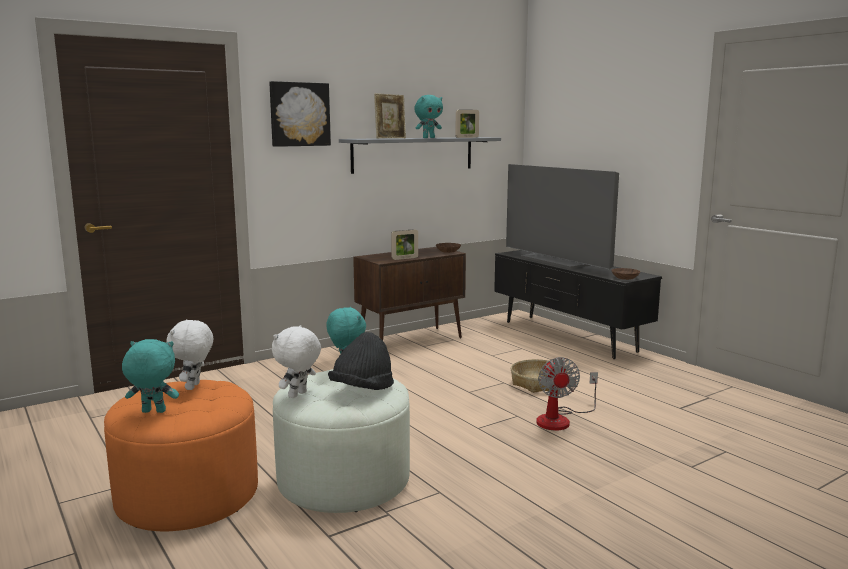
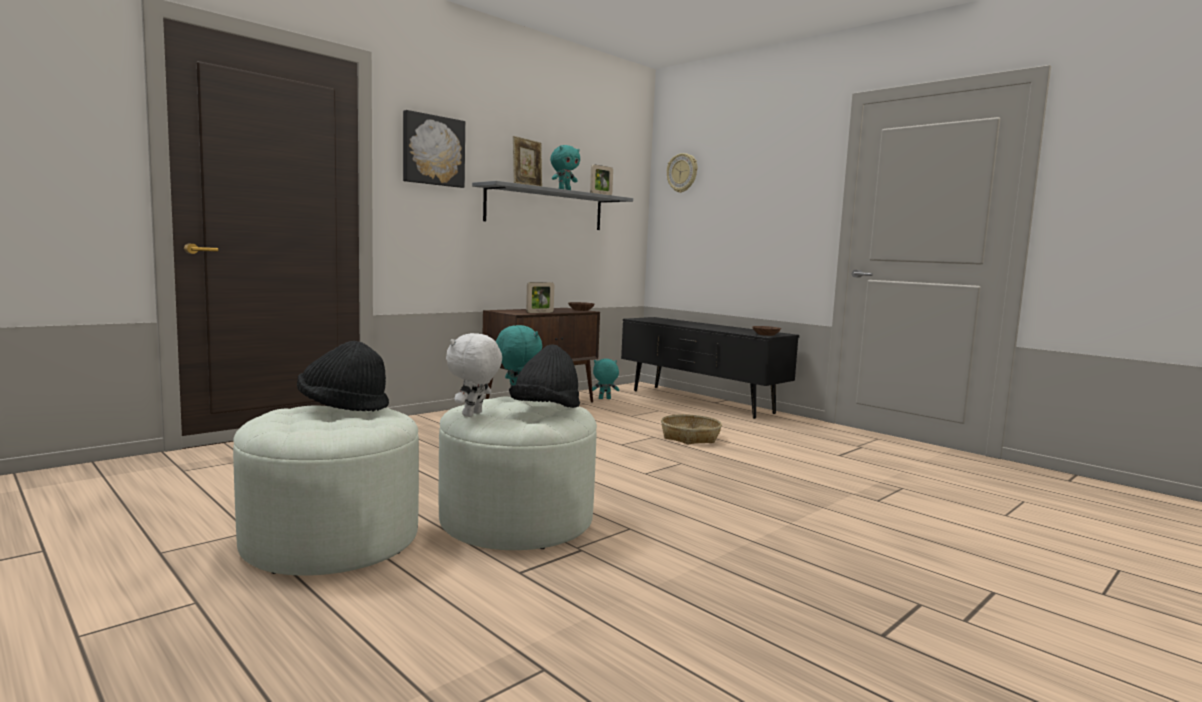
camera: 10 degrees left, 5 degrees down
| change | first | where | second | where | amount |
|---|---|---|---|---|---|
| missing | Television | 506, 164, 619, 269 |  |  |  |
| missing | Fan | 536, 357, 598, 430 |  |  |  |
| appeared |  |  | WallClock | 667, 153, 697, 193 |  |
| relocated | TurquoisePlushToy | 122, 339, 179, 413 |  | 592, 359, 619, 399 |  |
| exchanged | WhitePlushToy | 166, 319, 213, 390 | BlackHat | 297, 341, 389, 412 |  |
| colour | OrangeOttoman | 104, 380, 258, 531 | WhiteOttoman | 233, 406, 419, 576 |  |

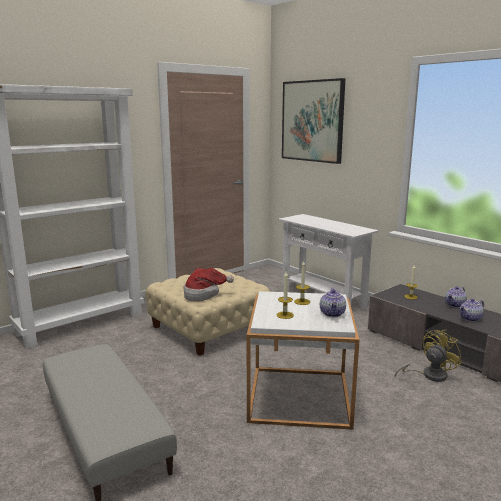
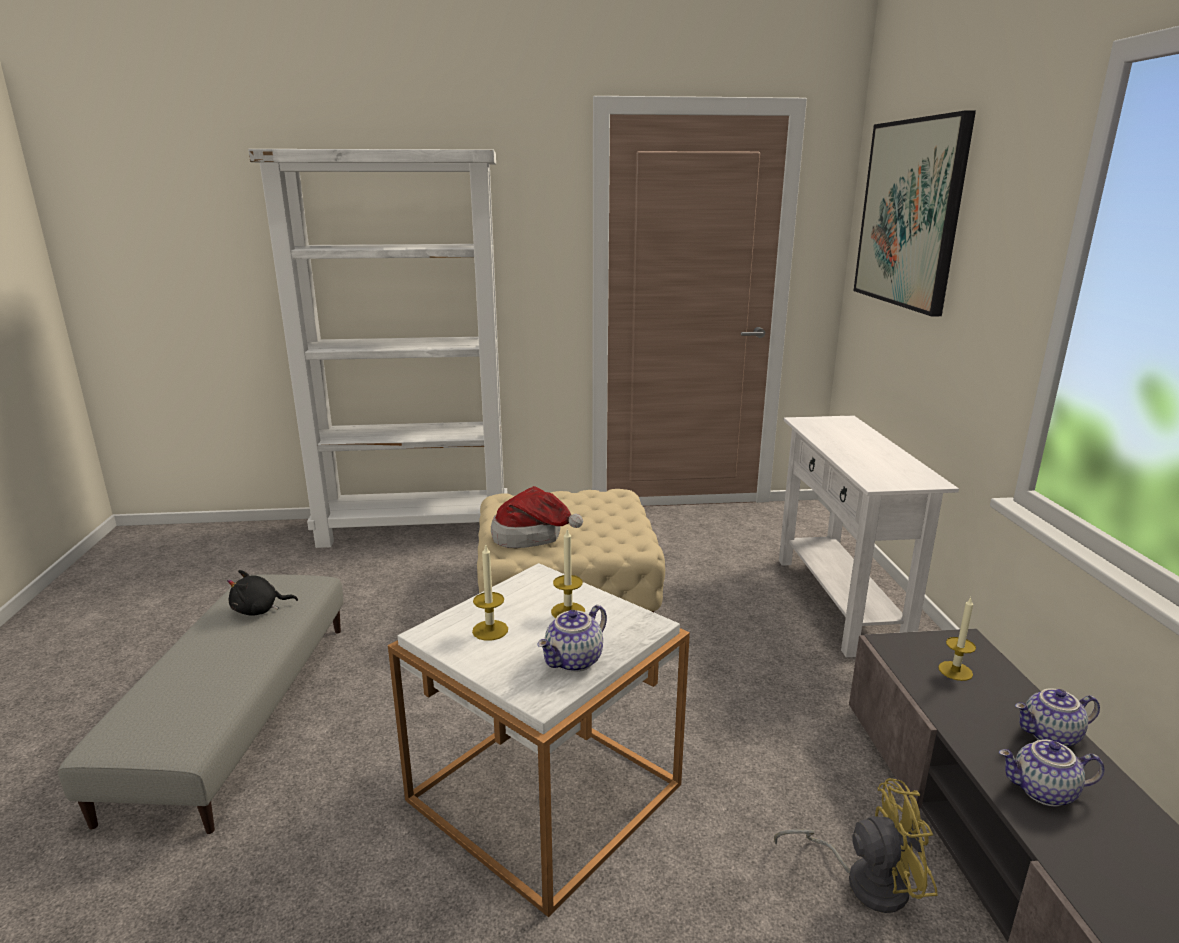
camera: 35 degrees right, 5 degrees up
| change | first | where | second | where | amount |
|---|---|---|---|---|---|
| appeared |  |  | BlackPlushToy | 227, 570, 298, 616 |  |

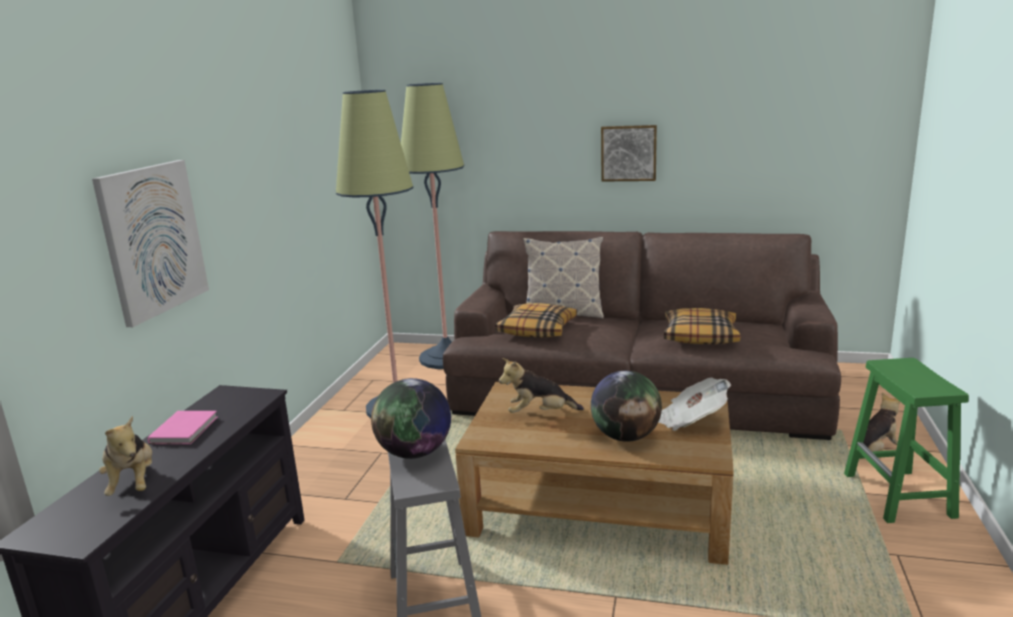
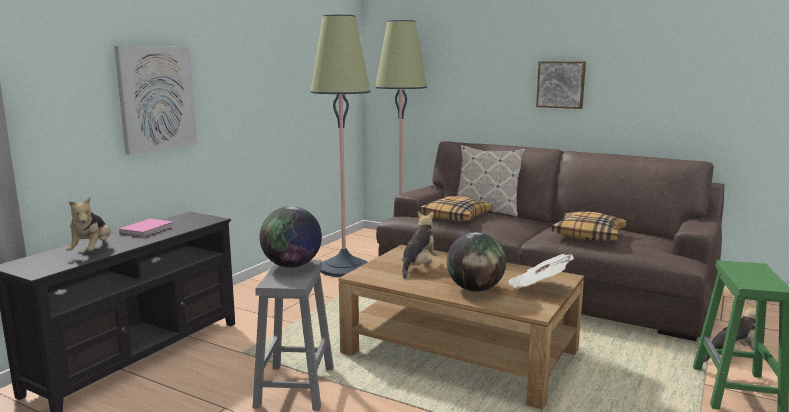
camera: 15 degrees right, 5 degrees down
| change | first | where | second | where | amount |
|---|---|---|---|---|---|
| spun | PlushToy | 499, 358, 584, 413 |  | 401, 211, 439, 279 | 105 degrees clockwise |

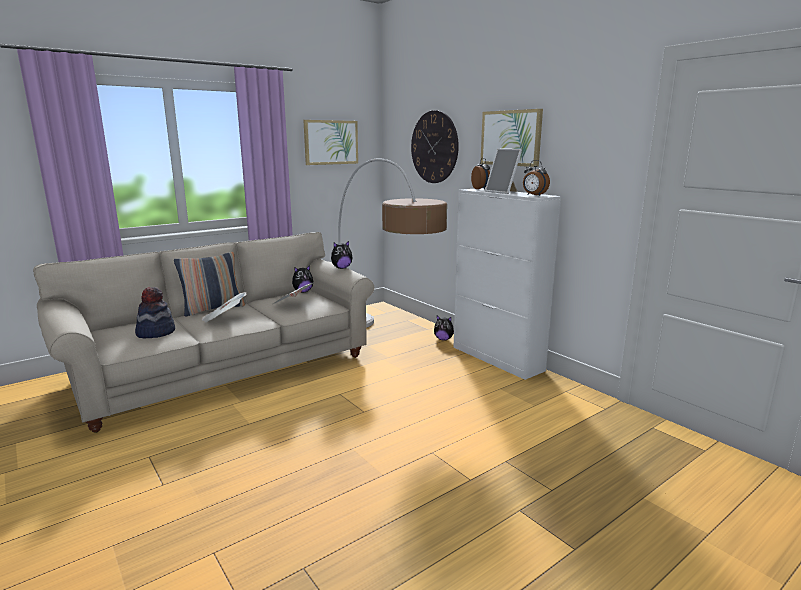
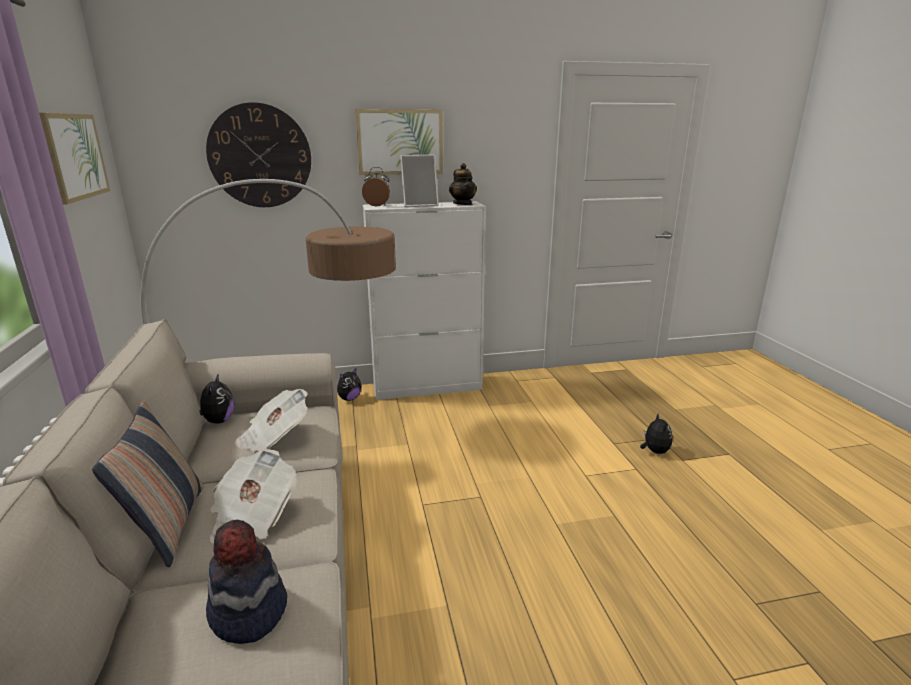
camera: 65 degrees left, 5 degrees up
| change | first | where | second | where | amount |
|---|---|---|---|---|---|
| relocated | PlushToy | 331, 241, 352, 269 |  | 640, 413, 672, 454 |  |
| exchanged | AlarmClock | 523, 160, 550, 196 | Teapot | 449, 163, 477, 205 |  |

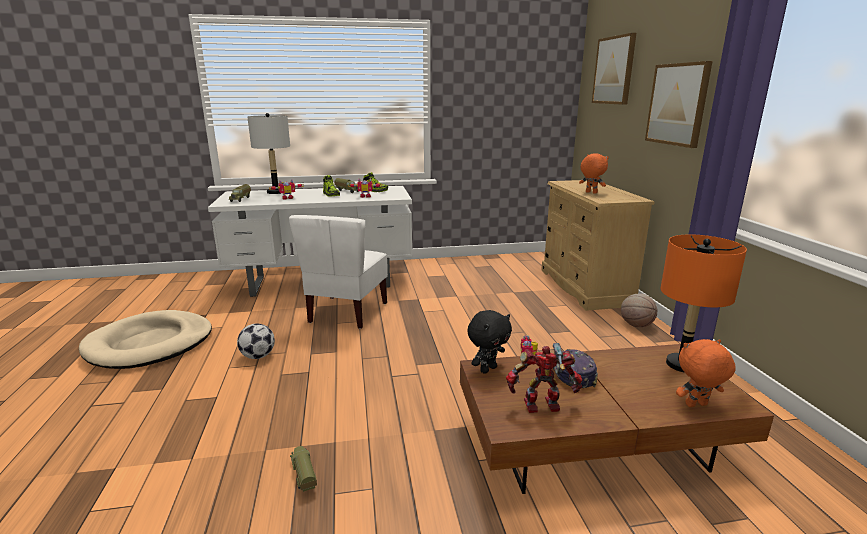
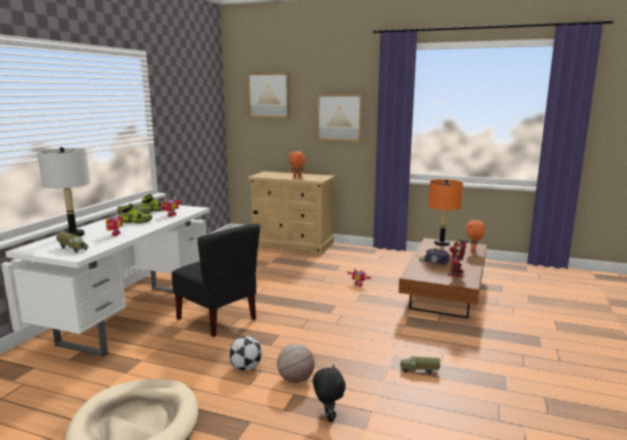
camera: 60 degrees left, 5 degrees down
| change | first | where | second | where | amount |
|---|---|---|---|---|---|
| relocated | BlackPlushToy | 467, 310, 512, 374 |  | 313, 364, 346, 422 |  |
| relocated | Basketball | 621, 293, 658, 327 |  | 277, 344, 314, 383 |  |
| colour | WhiteChair | 289, 215, 388, 329 | BlackChair | 172, 223, 260, 337 |  |

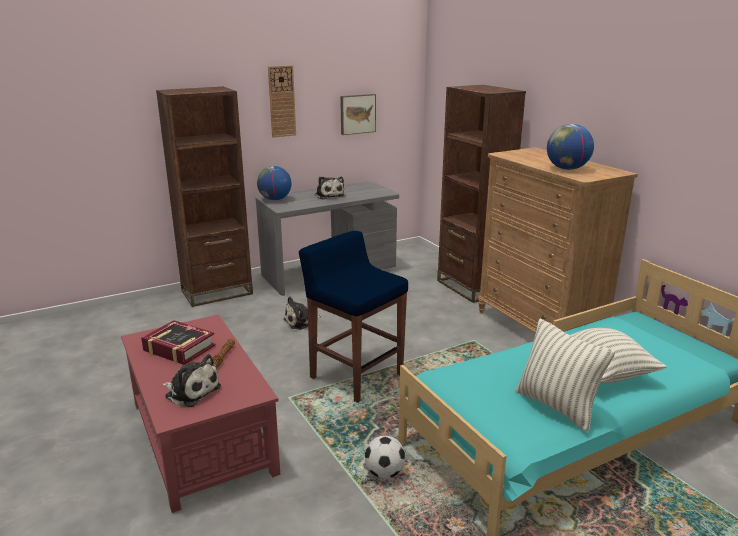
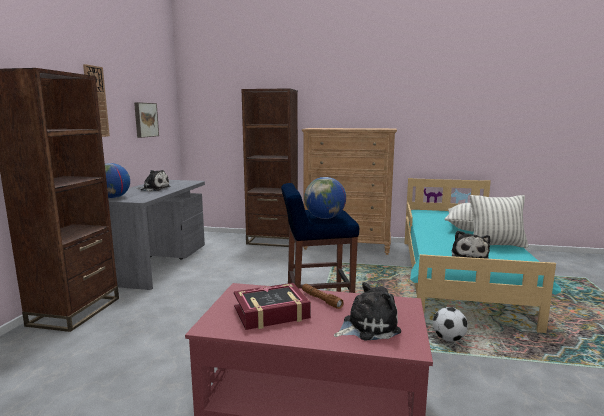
camera: 50 degrees left, 10 degrees down
| change | first | where | second | where | amount |
|---|---|---|---|---|---|
| relocated | PlushToy | 283, 296, 321, 330 |  | 452, 231, 491, 259 |  |
| relocated | Globe | 547, 124, 594, 170 |  | 304, 177, 346, 219 |  |

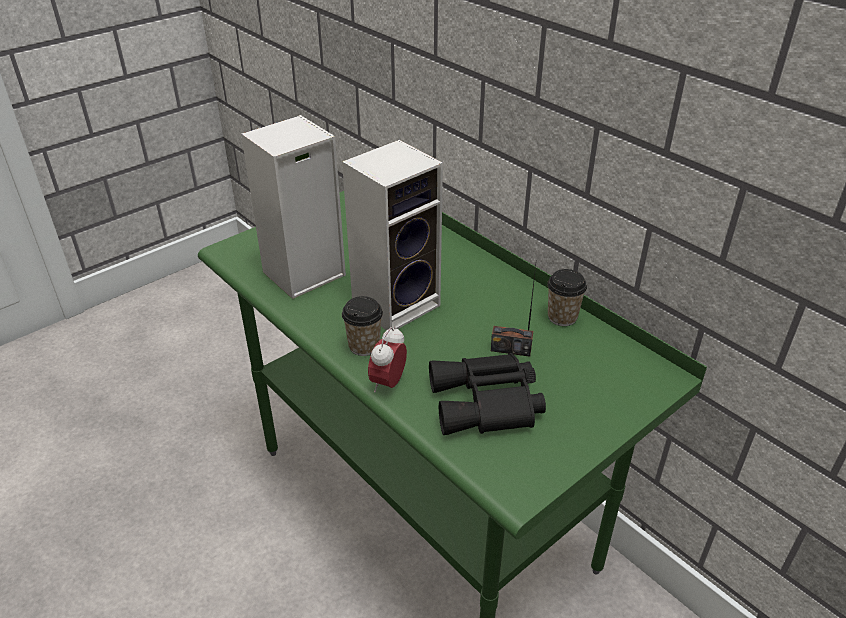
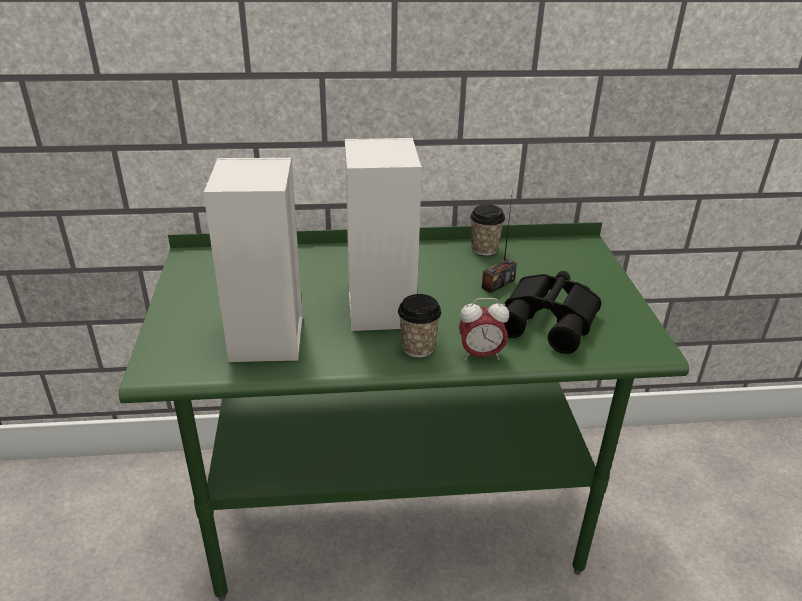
camera: 55 degrees left, 5 degrees down
| change | first | where | second | where | amount |
|---|---|---|---|---|---|
| spun | AlarmClock | 368, 326, 407, 393 |  | 459, 298, 509, 360 | 60 degrees counterclockwise |

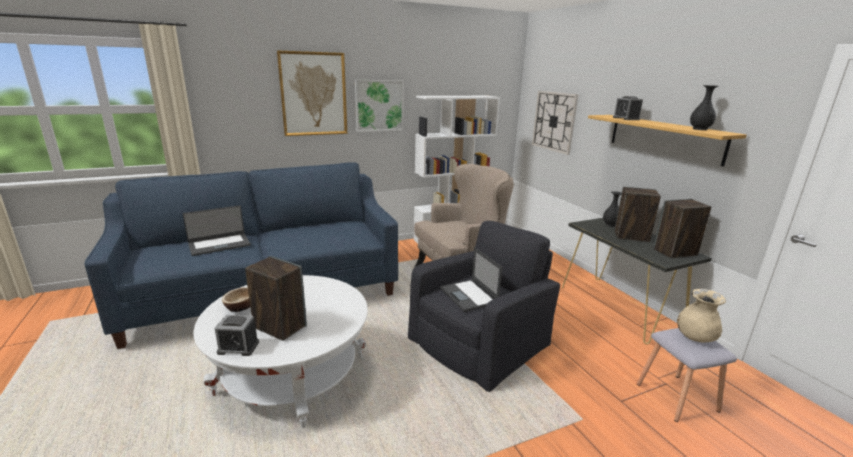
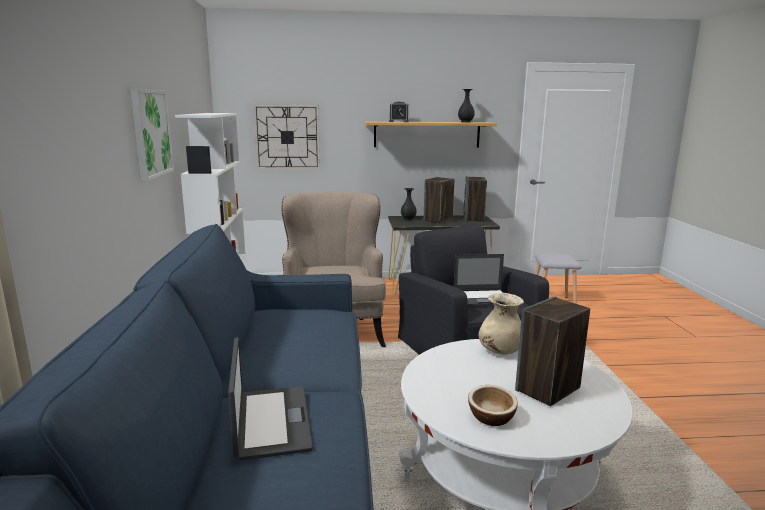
camera: 70 degrees left, 5 degrees down
| change | first | where | second | where | amount |
|---|---|---|---|---|---|
| missing | AlarmClock | 215, 315, 259, 356 |  |  |  |
| missing | Picture | 277, 50, 347, 136 |  |  |  |
| relocated | BeigeVase | 677, 289, 726, 342 |  | 479, 293, 524, 355 |  |

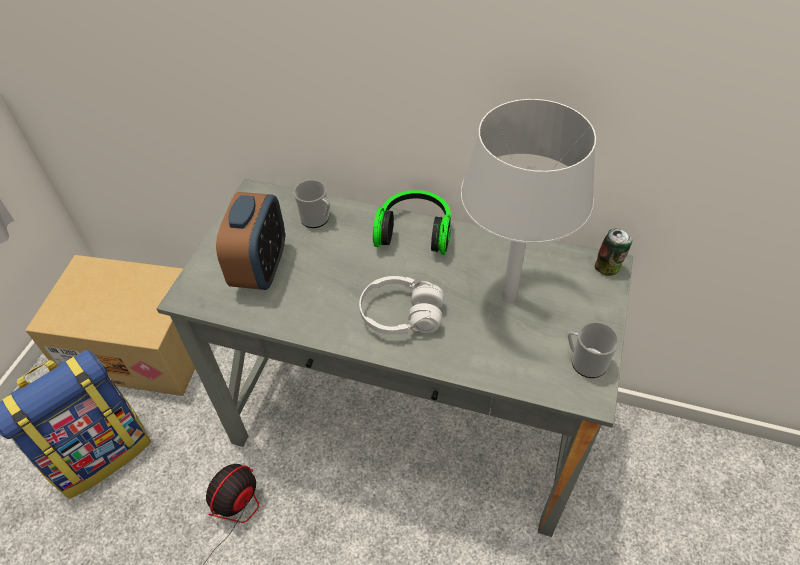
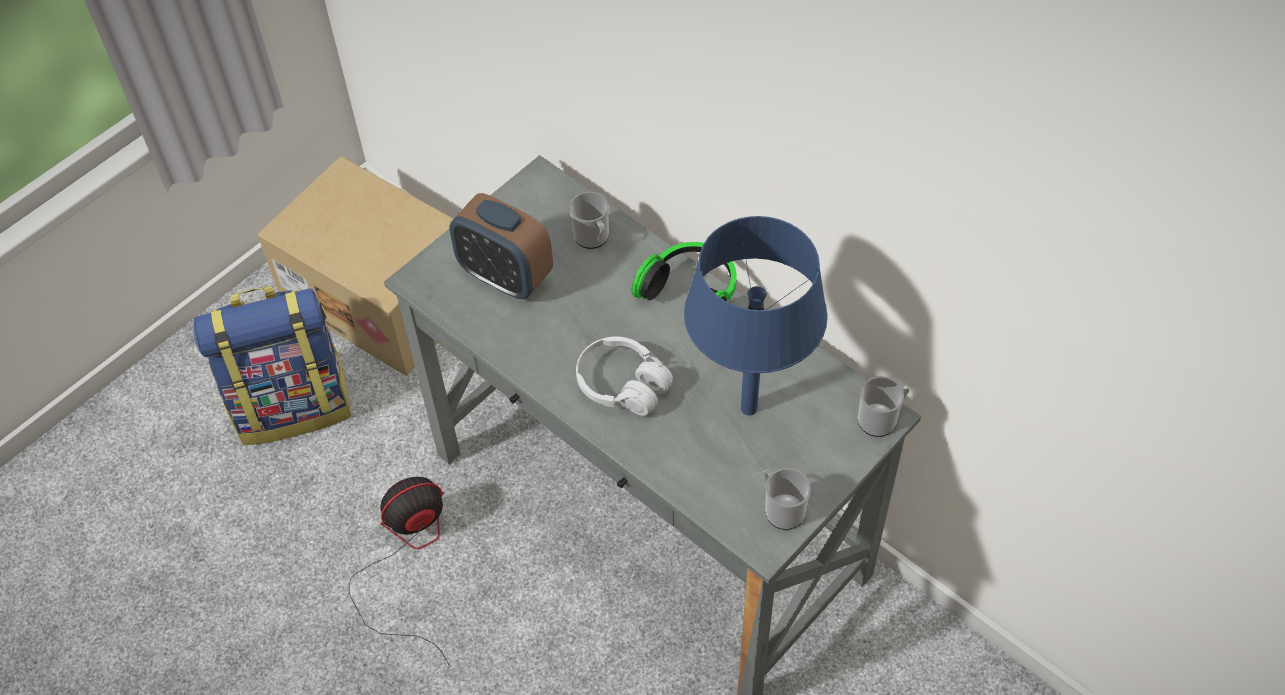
camera: 25 degrees right, 5 degrees up
| change | first | where | second | where | amount |
|---|---|---|---|---|---|
| exchanged | Can | 595, 228, 632, 276 | Mug | 858, 376, 910, 437 |  |
| colour | GreyTableLamp | 461, 99, 596, 302 | BlueTableLamp | 684, 216, 828, 416 |  |
| spun | AlarmClock | 216, 192, 285, 290 |  | 449, 193, 553, 299 | 90 degrees clockwise |

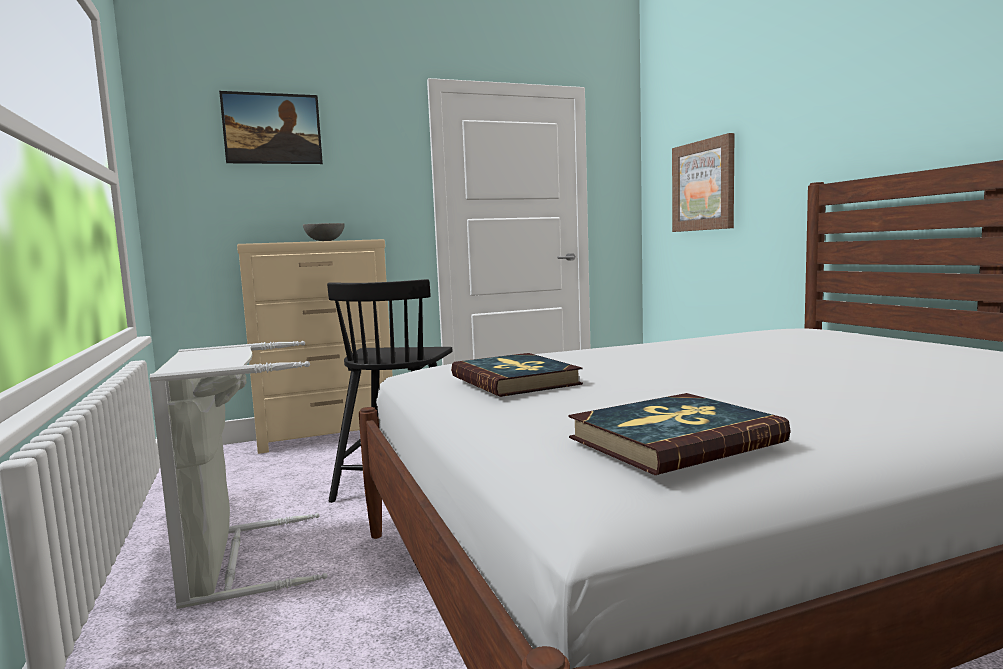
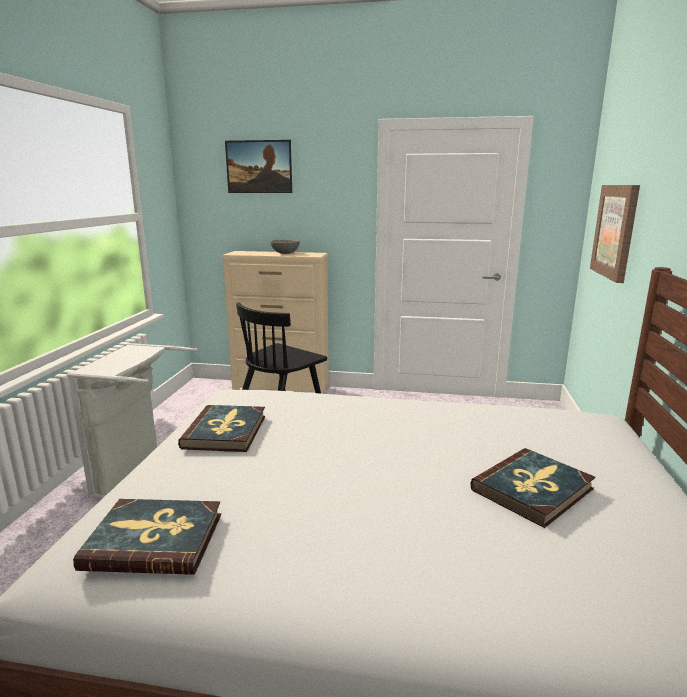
camera: 30 degrees right, 10 degrees up
| change | first | where | second | where | amount |
|---|---|---|---|---|---|
| appeared |  |  | Book | 470, 448, 595, 528 |  |

